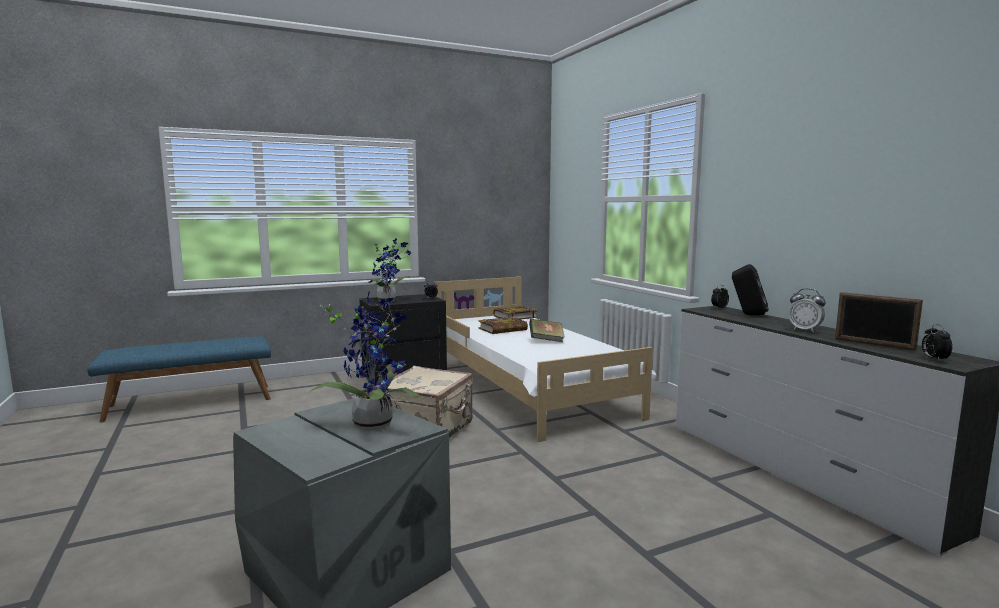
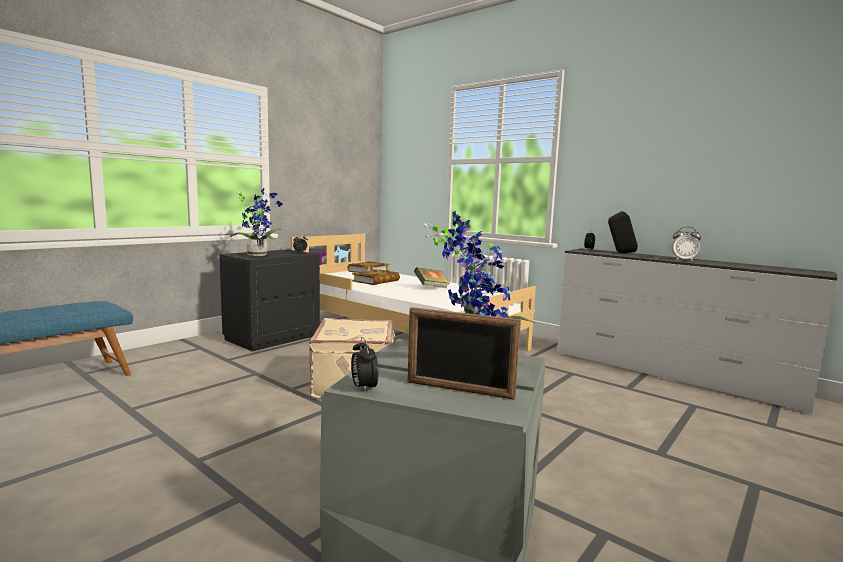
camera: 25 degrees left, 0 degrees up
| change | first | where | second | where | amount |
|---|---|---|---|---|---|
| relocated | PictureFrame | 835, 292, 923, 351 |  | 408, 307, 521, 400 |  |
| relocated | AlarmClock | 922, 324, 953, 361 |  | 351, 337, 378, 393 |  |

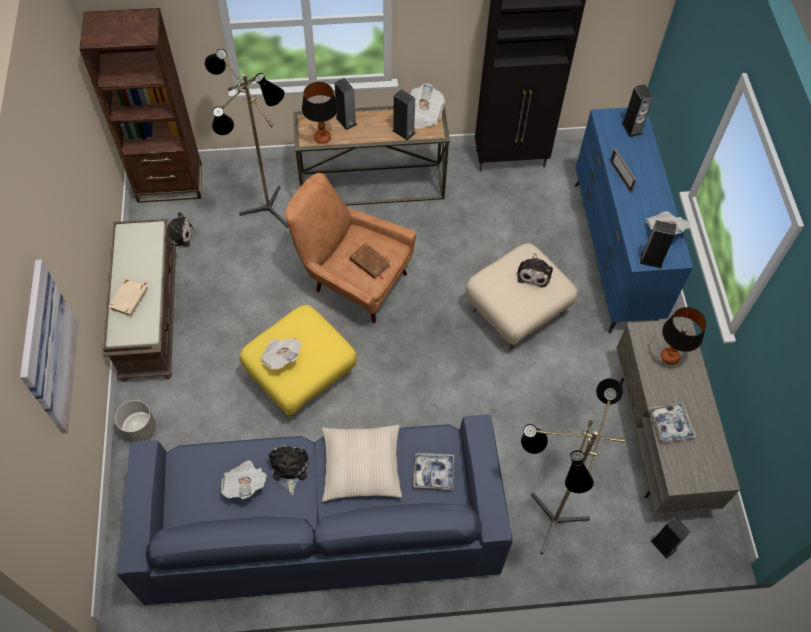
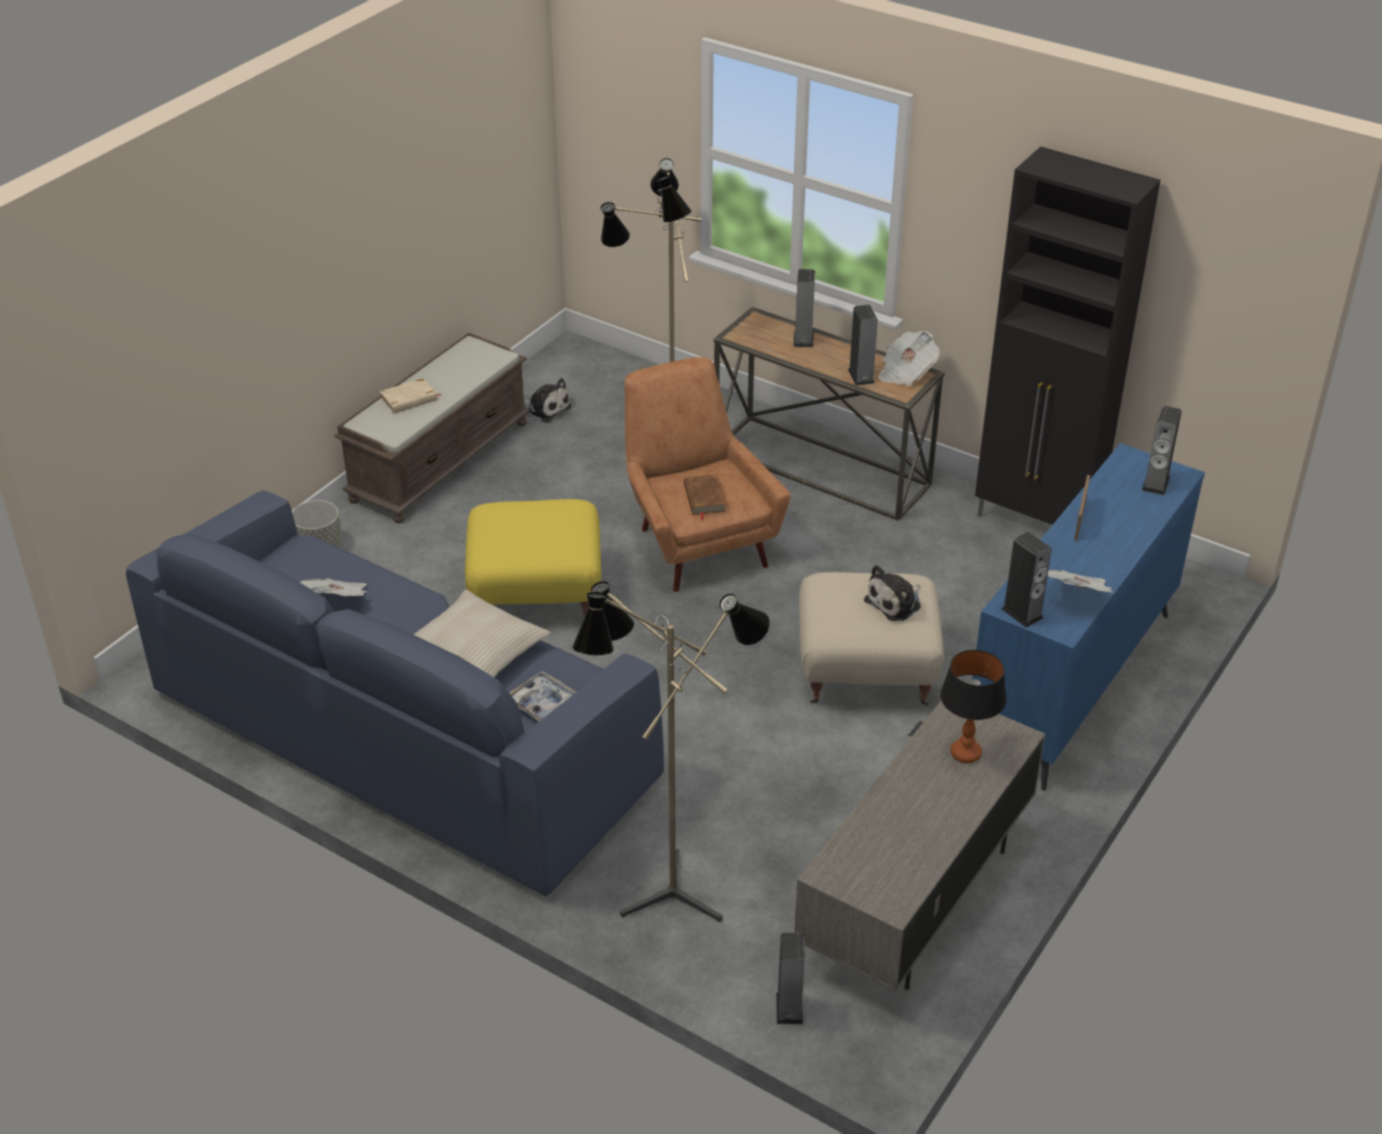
camera: 40 degrees right, 20 degrees down
| change | first | where | second | where | amount |
|---|---|---|---|---|---|
| missing | Picture | 20, 259, 79, 434 |  |  |  |
| missing | BrownBookcase | 80, 8, 202, 203 |  |  |  |
| missing | Newspaper | 259, 338, 302, 369 |  |  |  |
| missing | PlushToy | 268, 445, 309, 495 |  |  |  |
| missing | TableLamp | 302, 82, 338, 144 |  |  |  |
| missing | Tray | 649, 403, 696, 443 |  |  |  |

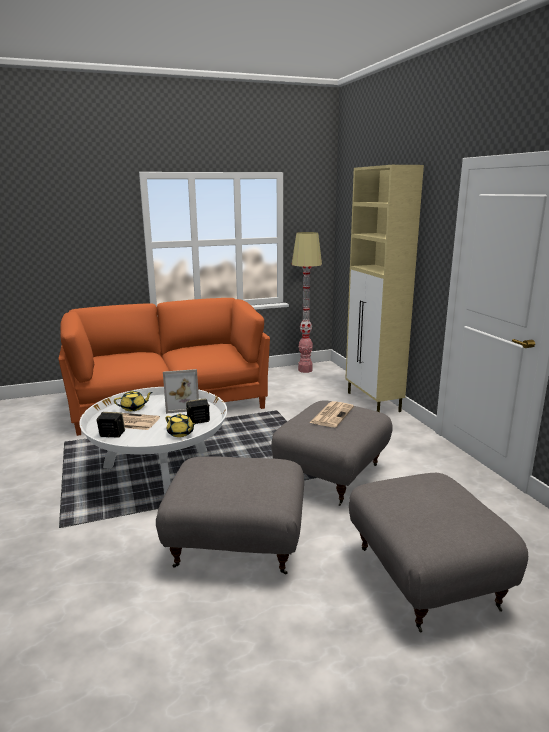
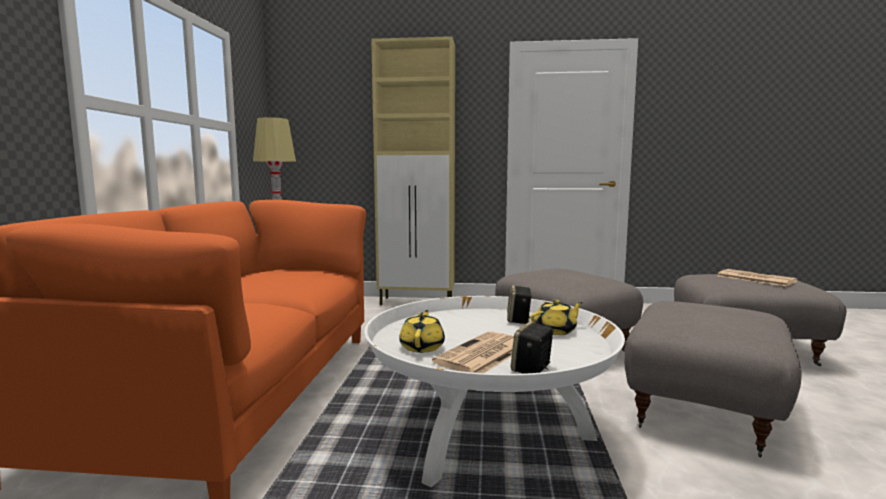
camera: 65 degrees left, 10 degrees down
| change | first | where | second | where | amount |
|---|---|---|---|---|---|
| missing | PictureFrame | 163, 369, 199, 414 |  |  |  |
| relocated | Newspaper | 310, 401, 354, 427 |  | 718, 269, 797, 286 |  |

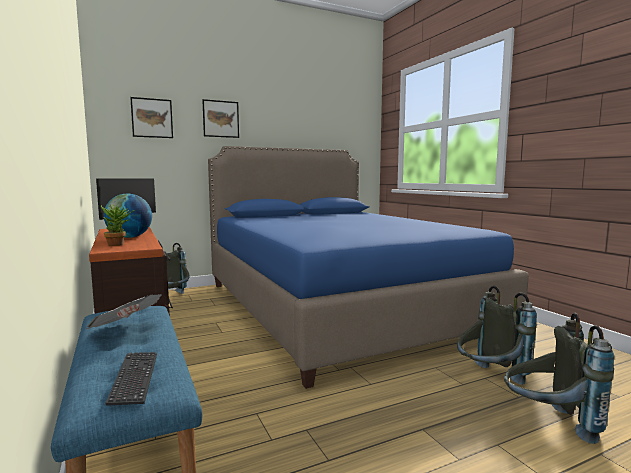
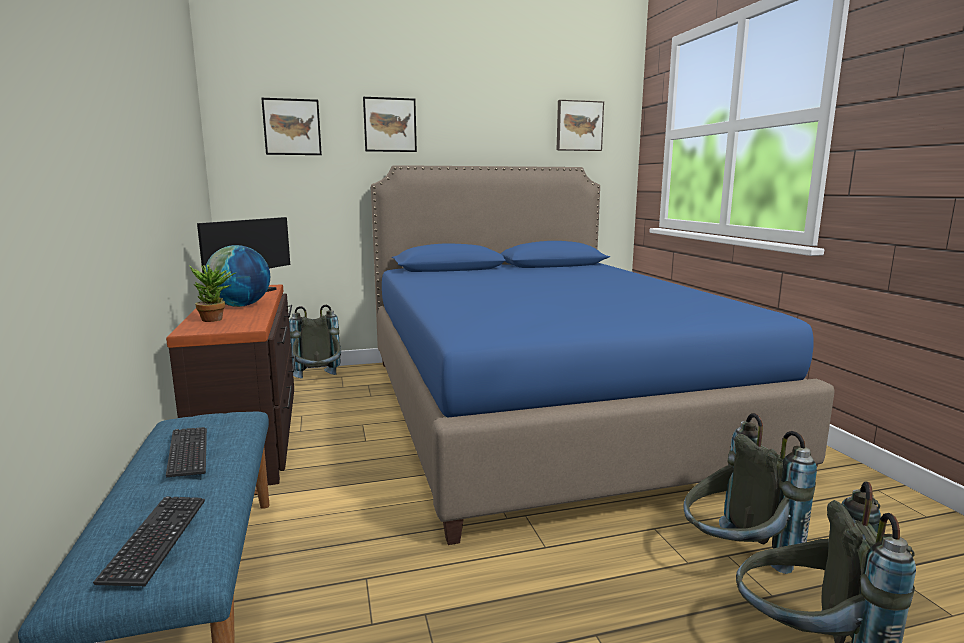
camera: 10 degrees right, 5 degrees up
| change | first | where | second | where | amount |
|---|---|---|---|---|---|
| appeared |  |  | Picture | 557, 100, 604, 151 |  |
| exchanged | Newspaper | 86, 294, 162, 329 | Keyboard | 166, 427, 207, 477 |  |

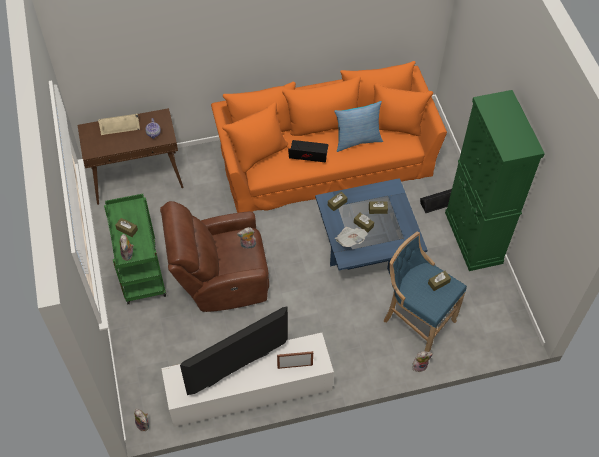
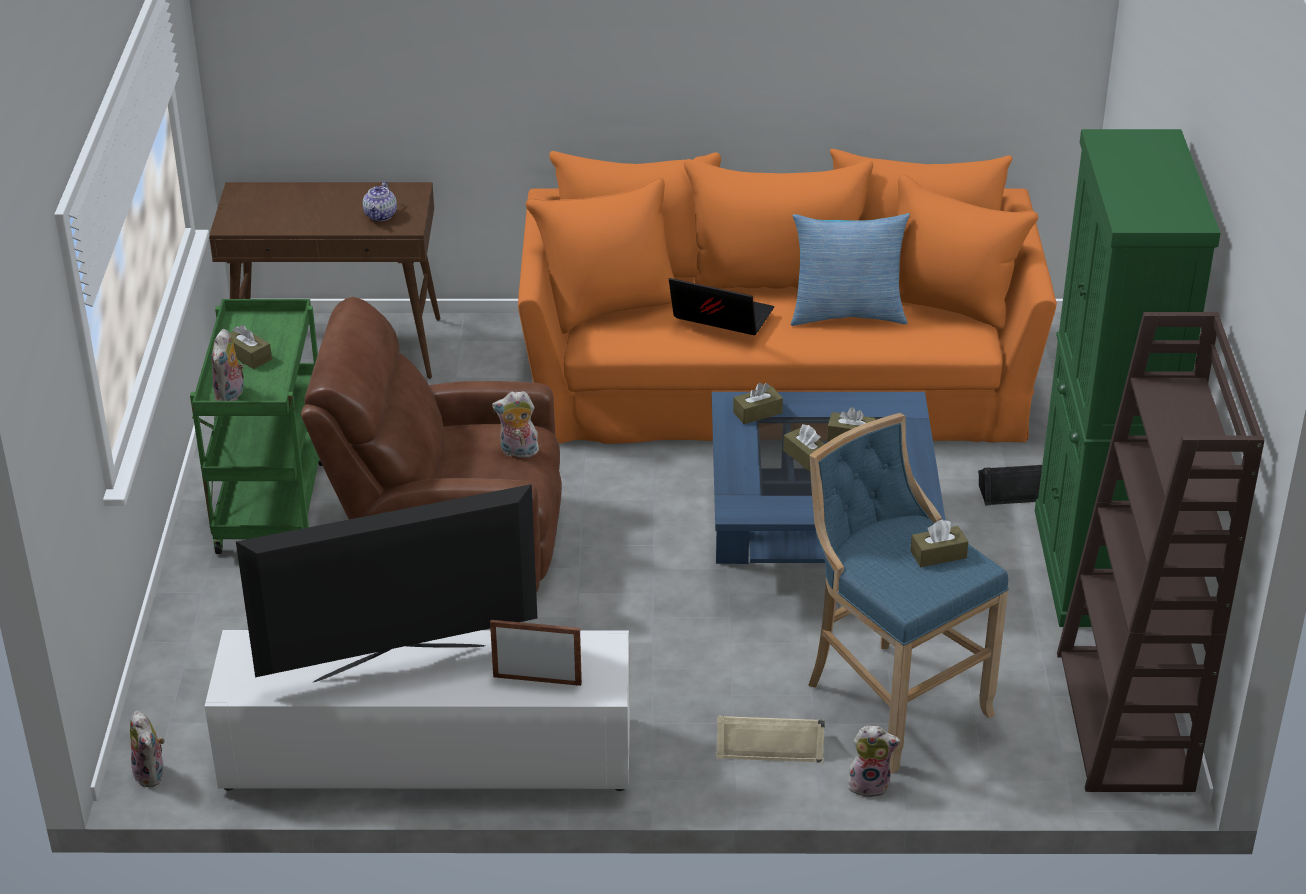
camera: 15 degrees right, 20 degrees down
| change | first | where | second | where | amount |
|---|---|---|---|---|---|
| missing | Newspaper | 335, 227, 368, 247 |  |  |  |
| appeared |  |  | BrownBookcase | 1057, 312, 1265, 792 |  |
| relocated | BeigeSpeaker | 98, 113, 140, 135 |  | 716, 716, 825, 763 |  |

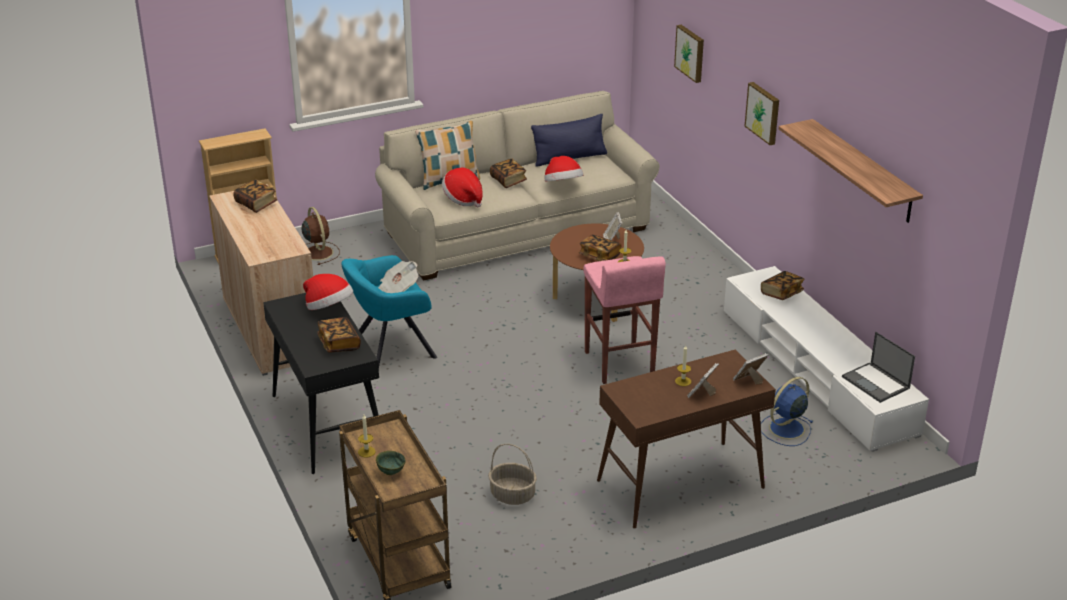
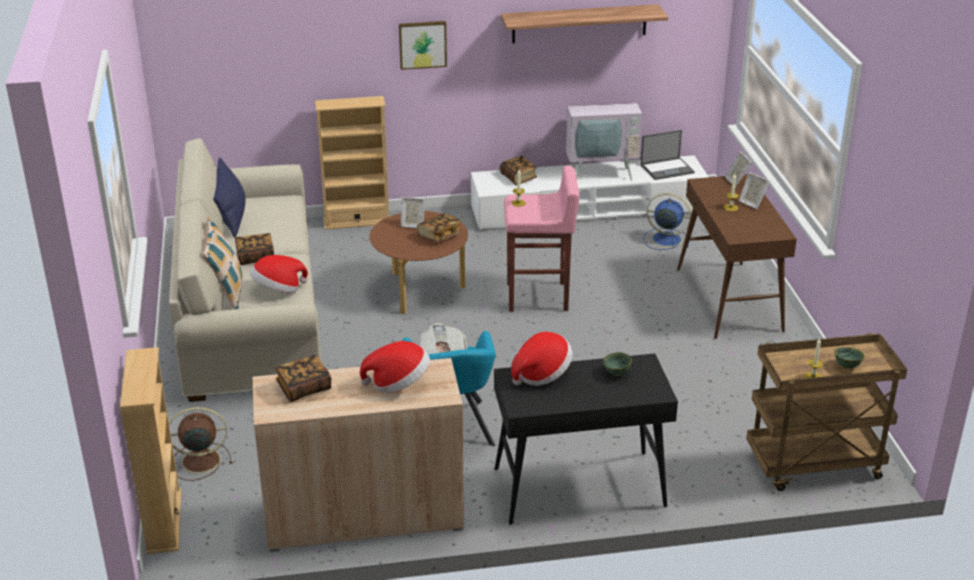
camera: 75 degrees left, 0 degrees up
| change | first | where | second | where | amount |
|---|---|---|---|---|---|
| missing | Basket | 488, 444, 537, 505 |  |  |  |
| missing | Picture | 674, 25, 704, 83 |  |  |  |
| appeared |  |  | BeigeBookcase | 315, 96, 389, 230 |  |
| appeared |  |  | Television | 566, 75, 642, 181 |  |
| relocated | Hat | 544, 156, 583, 181 |  | 360, 341, 430, 393 |  |
| exchanged | Book | 317, 317, 361, 353 | GreenBowl | 603, 352, 632, 376 |  |
| spun | BlueFan | 761, 377, 813, 446 |  | 643, 193, 692, 250 | 135 degrees clockwise |

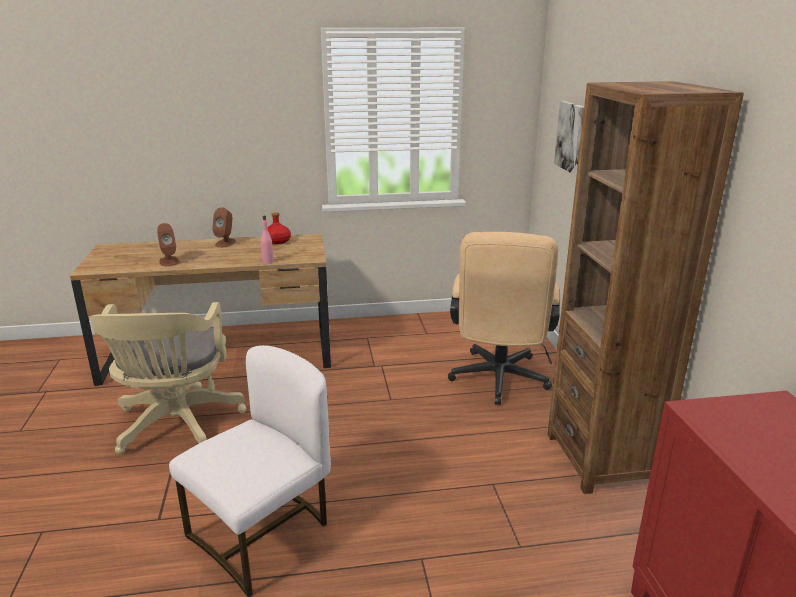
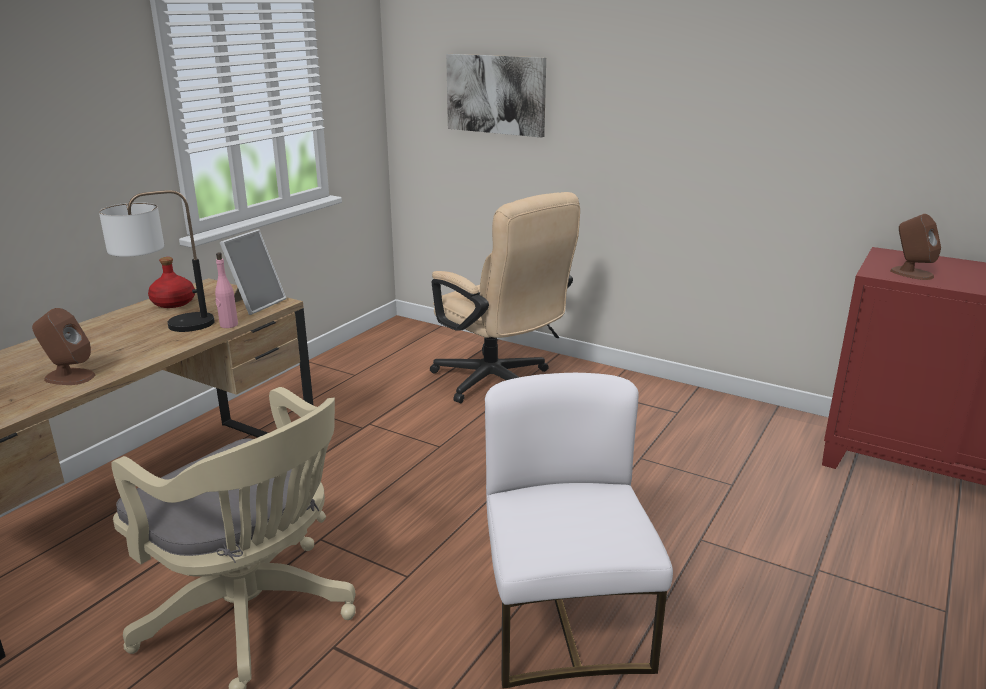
camera: 50 degrees left, 0 degrees up
| change | first | where | second | where | amount |
|---|---|---|---|---|---|
| missing | BrownBookcase | 547, 81, 744, 494 |  |  |  |
| appeared |  |  | TableLamp | 99, 190, 214, 332 |  |
| appeared |  |  | PictureFrame | 220, 229, 287, 315 |  |
| relocated | BrownSpeaker | 212, 207, 236, 247 |  | 890, 214, 941, 280 |  |

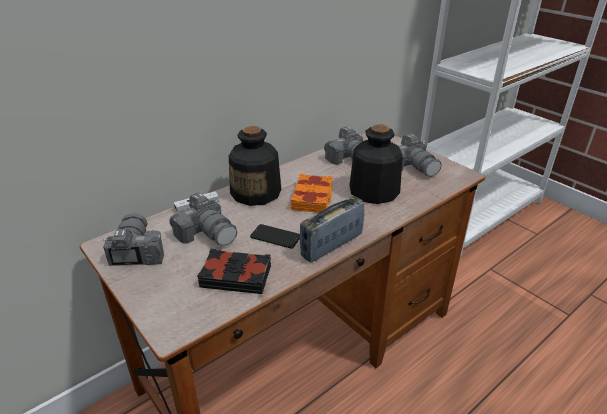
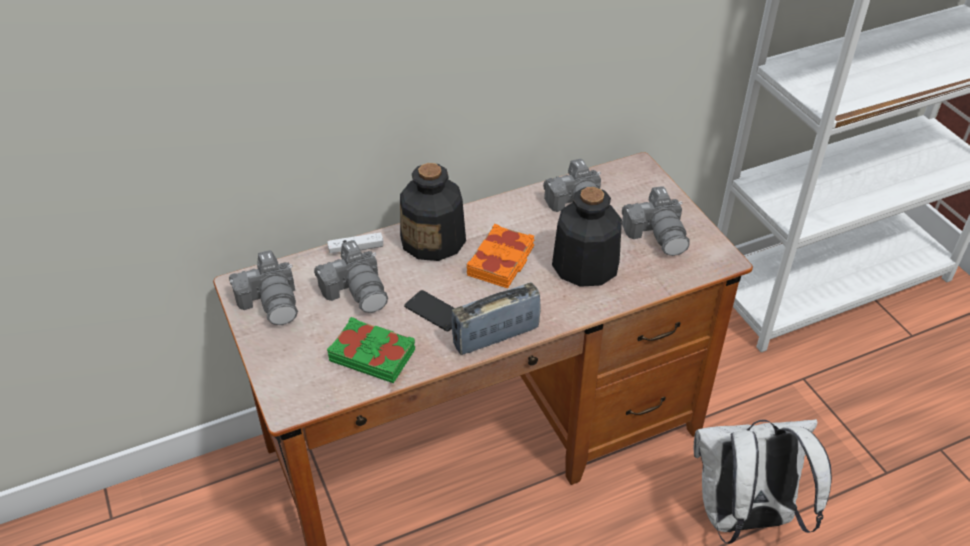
camera: 15 degrees right, 10 degrees up
| change | first | where | second | where | amount |
|---|---|---|---|---|---|
| appeared |  |  | WhiteBackpack | 693, 419, 832, 544 |  |
| colour | BlackBook | 197, 249, 271, 294 | GreenBook | 327, 317, 415, 383 |  |
| spun | PhotoCamera | 103, 213, 164, 266 |  | 229, 250, 298, 325 | 150 degrees clockwise |

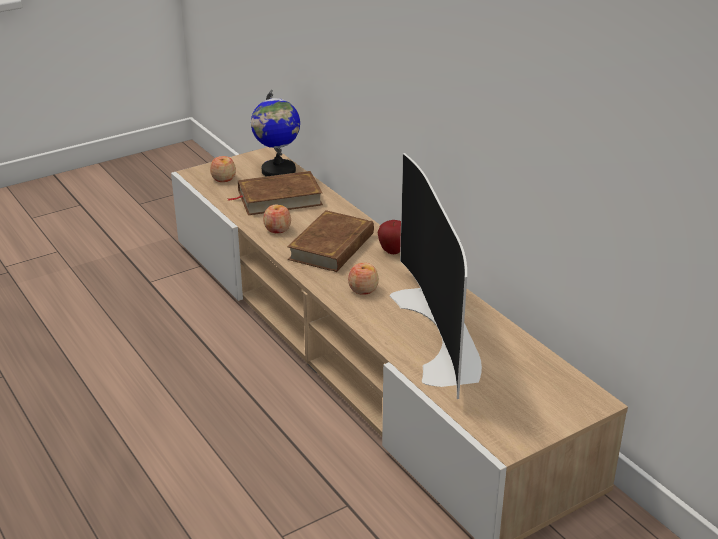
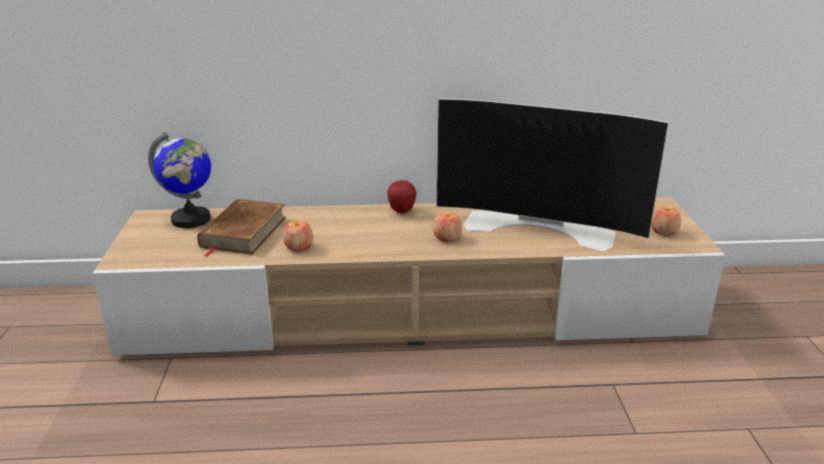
camera: 60 degrees left, 5 degrees down
| change | first | where | second | where | amount |
|---|---|---|---|---|---|
| missing | BrownBook | 287, 210, 374, 272 |  |  |  |
| relocated | Apple | 210, 156, 236, 182 |  | 651, 206, 681, 236 |  |

